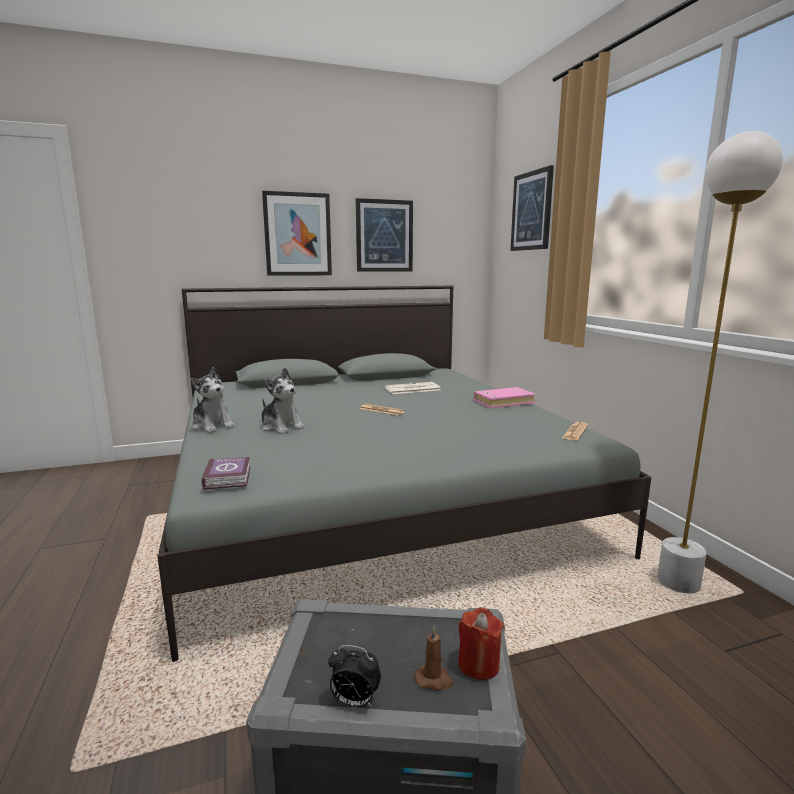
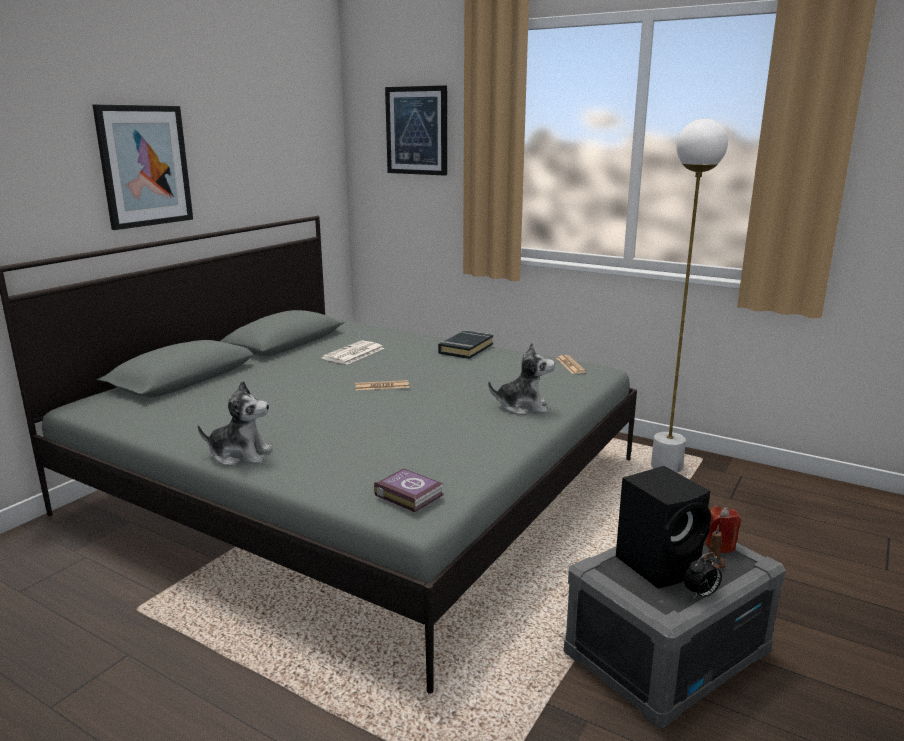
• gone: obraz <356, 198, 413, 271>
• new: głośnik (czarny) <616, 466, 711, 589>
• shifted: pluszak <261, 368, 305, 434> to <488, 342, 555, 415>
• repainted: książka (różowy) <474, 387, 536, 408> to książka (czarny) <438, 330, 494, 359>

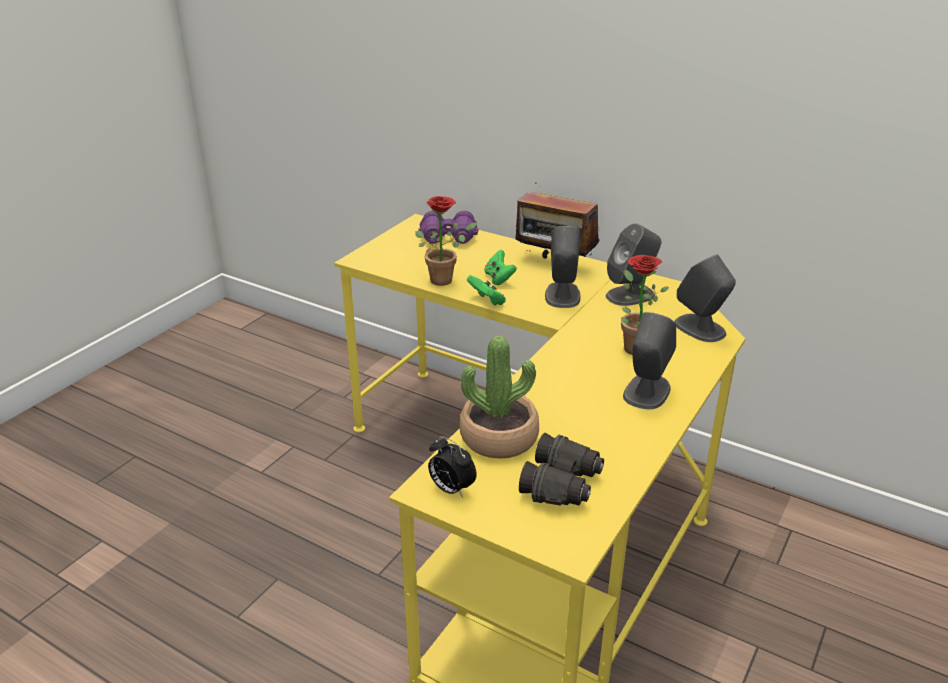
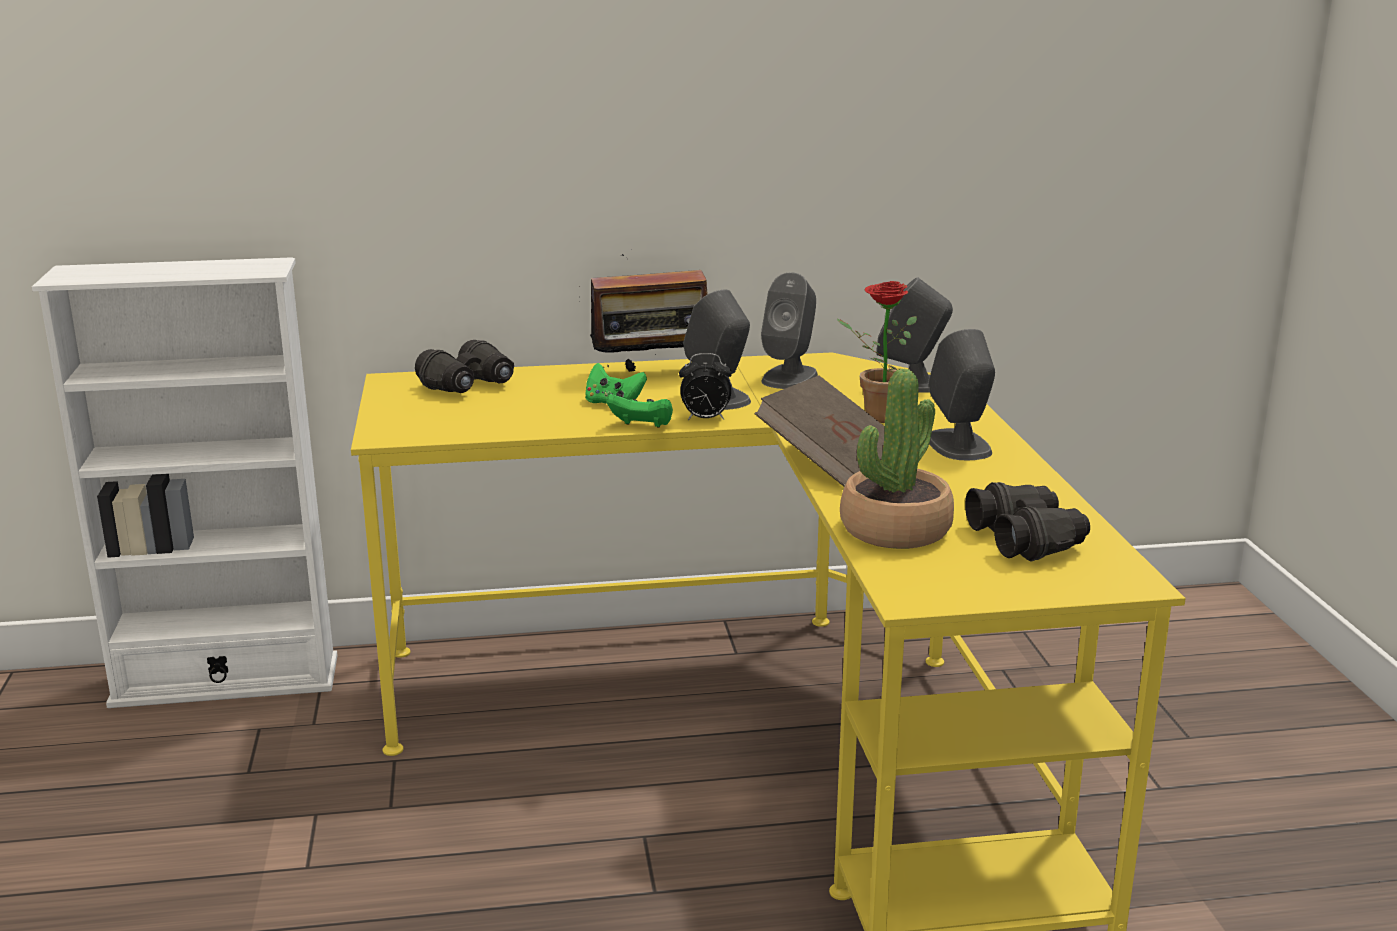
• gone: roślina doniczkowa <415, 196, 477, 286>
• new: regał (biały) <32, 257, 338, 708>
• new: książka (brązowy) <754, 376, 885, 487>
• shifted: budzik <428, 436, 476, 498> to <679, 353, 732, 420>
• repainted: lornetka (fioletowy) <418, 211, 478, 244> to lornetka (czarny) <415, 340, 514, 393>

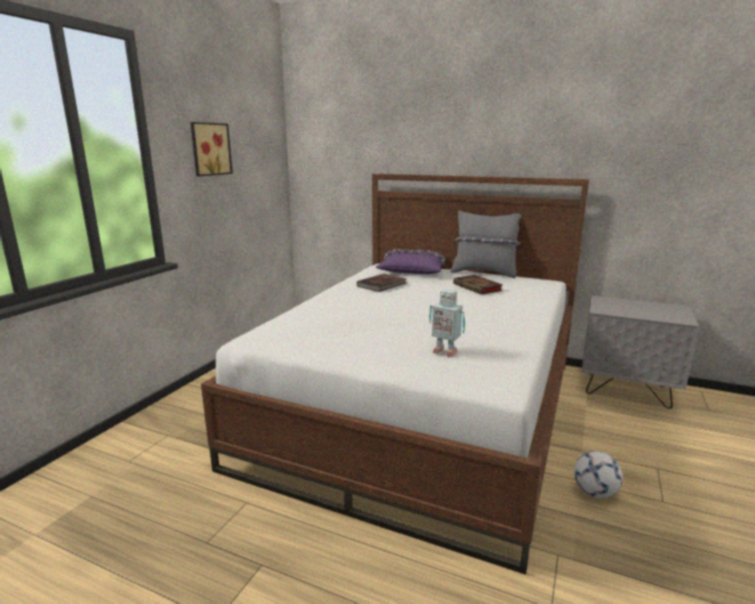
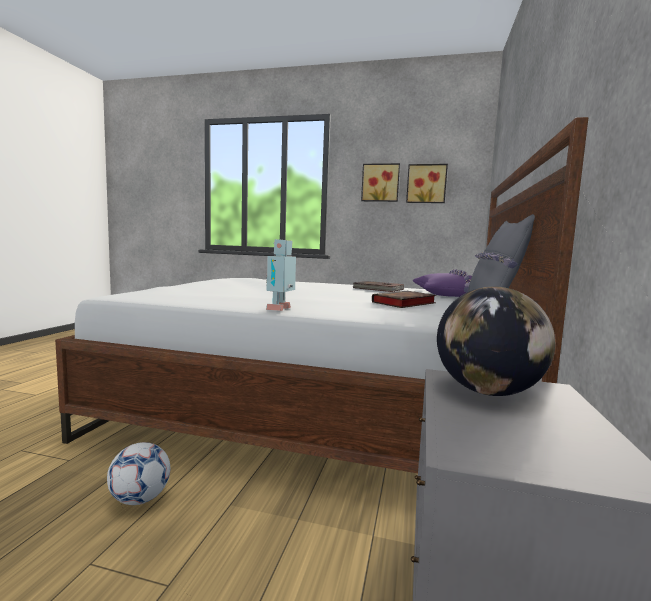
• new: obraz <406, 164, 448, 203>
• new: globus <437, 287, 555, 396>
• shifted: robot zabawkowy <429, 289, 465, 357> to <266, 239, 296, 311>

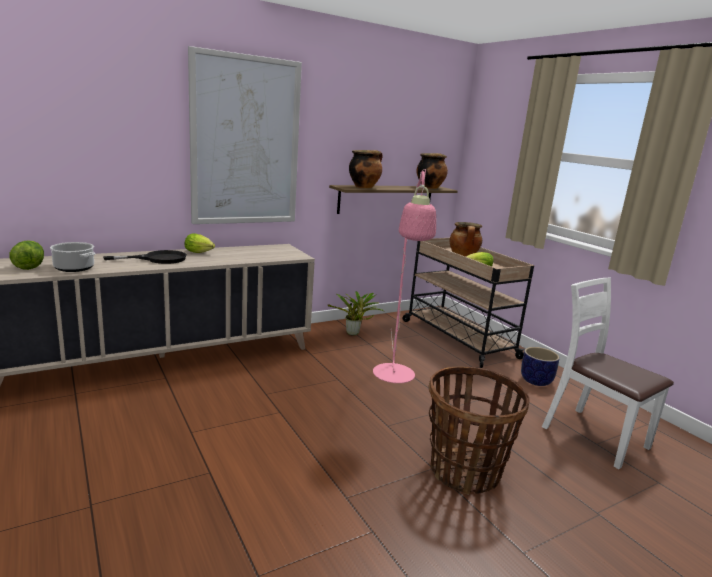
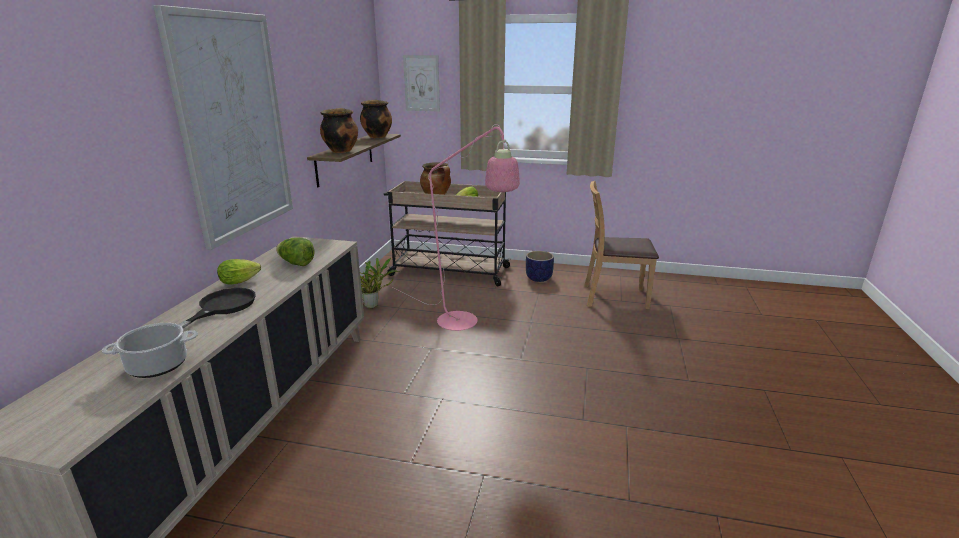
• gone: koszyk <428, 367, 530, 495>
• new: obraz <403, 55, 440, 112>
• shifted: sałata <10, 241, 44, 270> to <276, 238, 314, 266>
• repainted: krzesło (biały) <542, 278, 674, 469> to krzesło (brązowy) <584, 181, 659, 309>

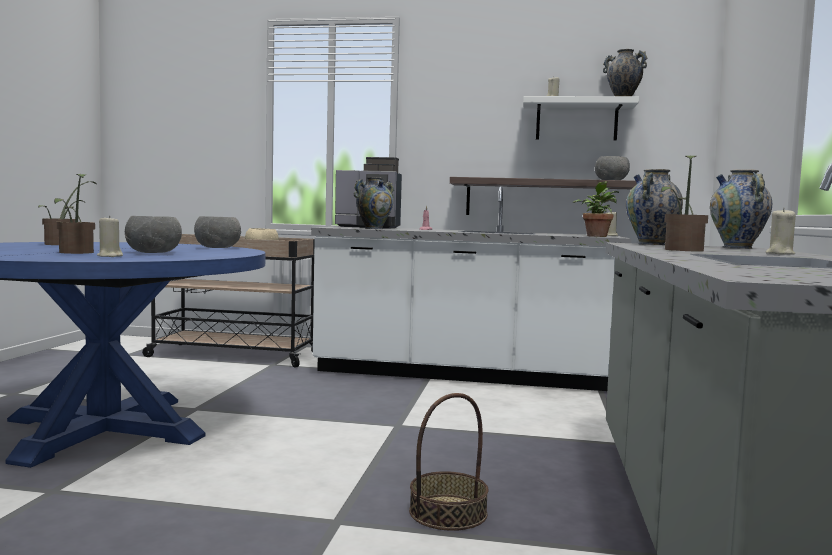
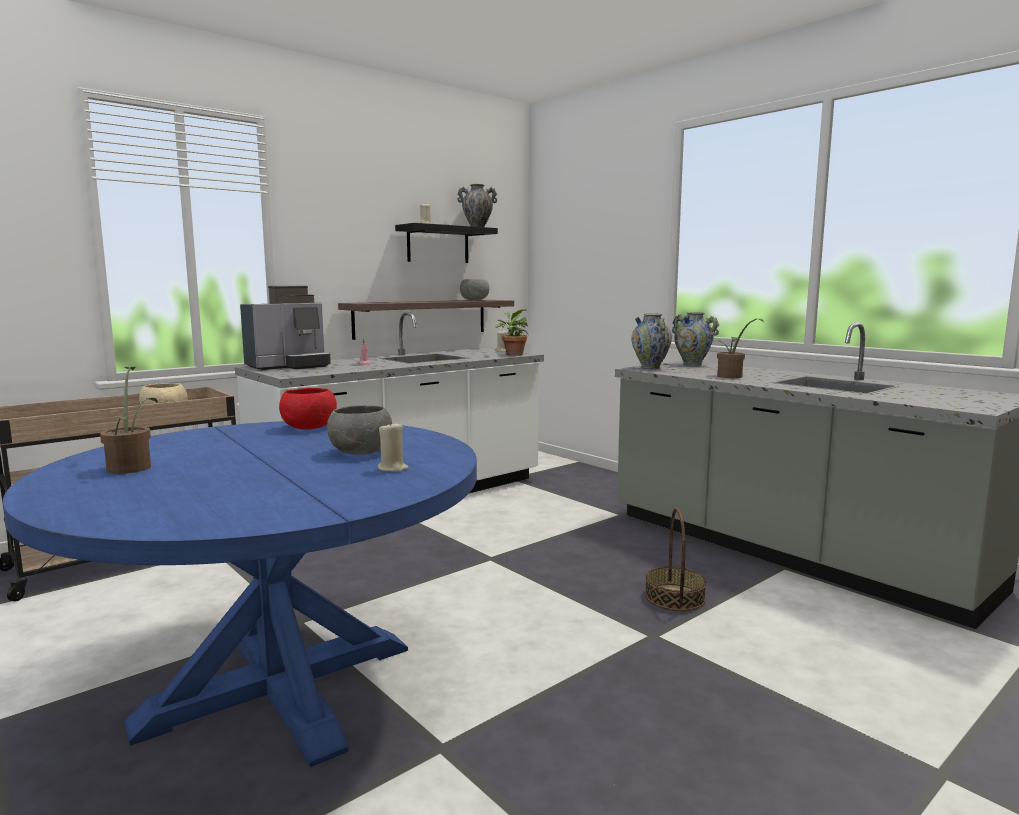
• gone: roślina doniczkowa <54, 174, 95, 254>
• gone: wazon <354, 177, 394, 229>
• gone: świeca (beżowy) <765, 208, 796, 255>
• repainted: miska (szary) <194, 216, 241, 248> to miska (czerwony) <279, 388, 337, 429>
• repainted: półka (biały) <523, 96, 639, 140> to półka (czarny) <395, 223, 498, 263>

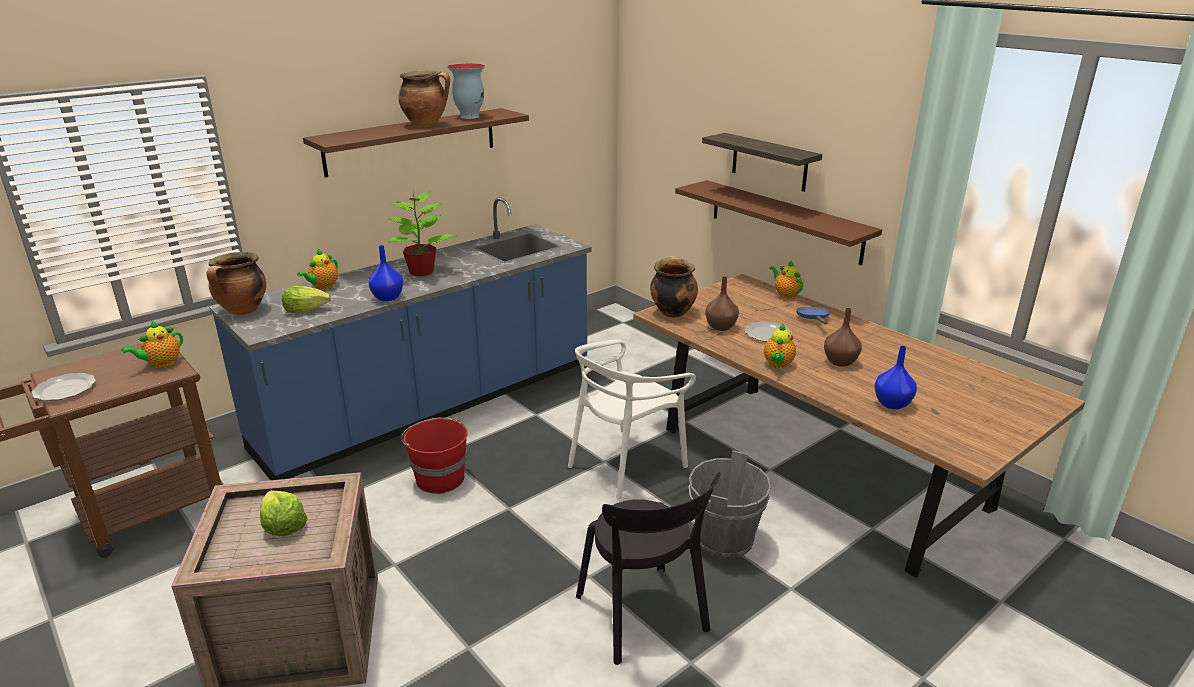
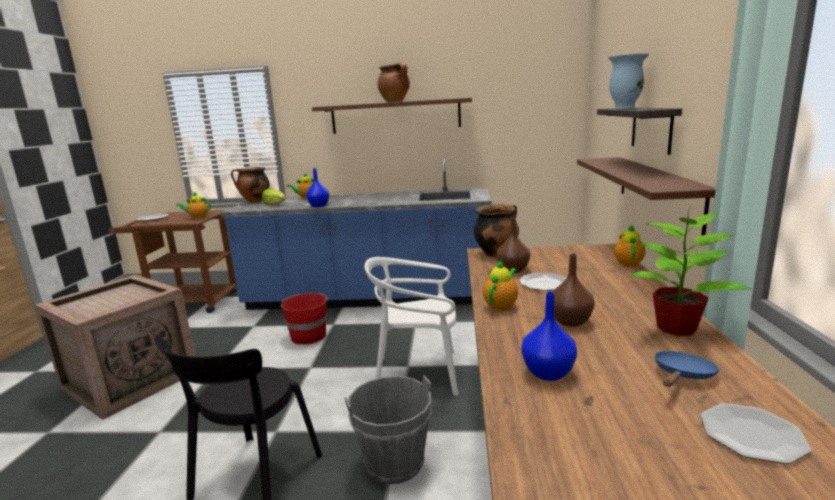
• gone: sałata <260, 491, 308, 536>
• new: talerz <700, 403, 812, 464>
• shifted: roślina doniczkowa <388, 189, 457, 276> to <631, 205, 752, 336>
• shifted: wazon <447, 63, 485, 119> to <608, 54, 649, 109>
• shifted: patelnia (niebieski) <796, 306, 830, 324> to <655, 351, 719, 387>
• rotated: imbryk <764, 324, 796, 369> = <483, 260, 518, 311> 150 degrees clockwise

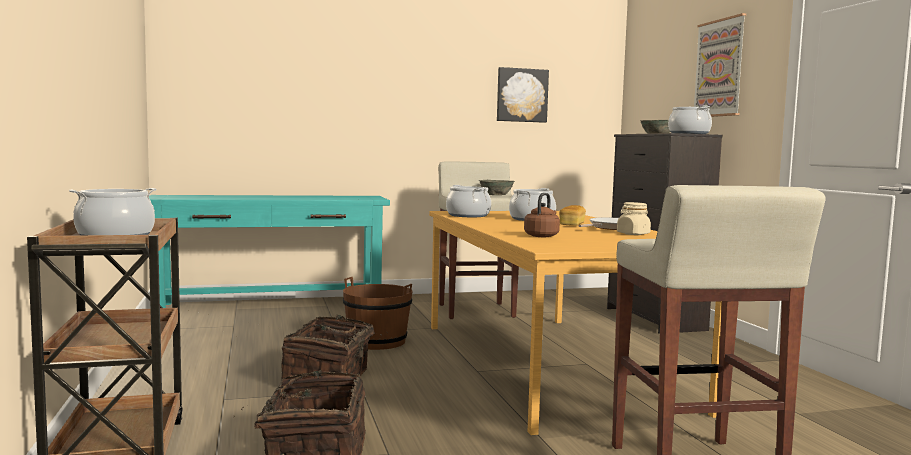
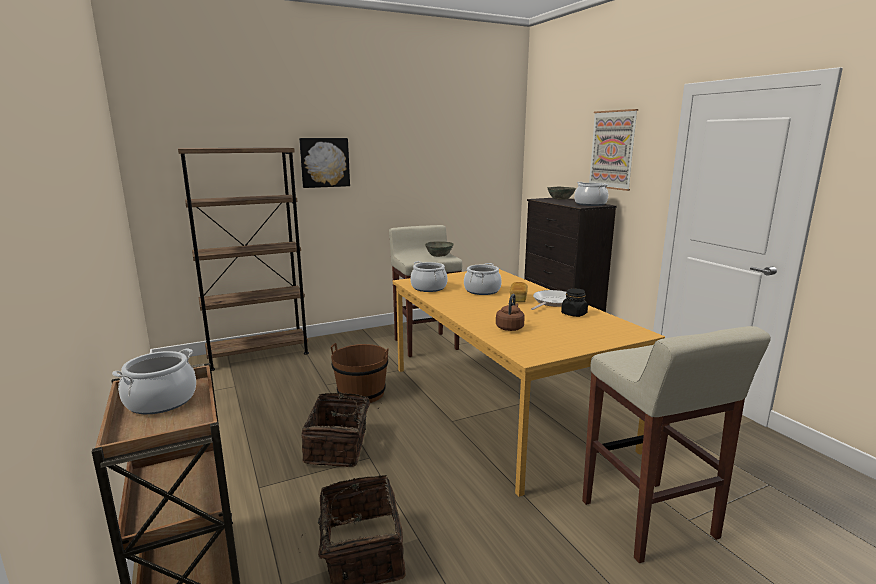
• shifted: obraz <497, 67, 549, 123> to <299, 138, 350, 188>
• swapped: stolik konsolowy (turkusowy) <149, 195, 390, 308> to regał (brązowy) <178, 147, 309, 371>
• repainted: słoik (beżowy) <617, 202, 651, 235> to słoik (czarny) <561, 288, 588, 317>

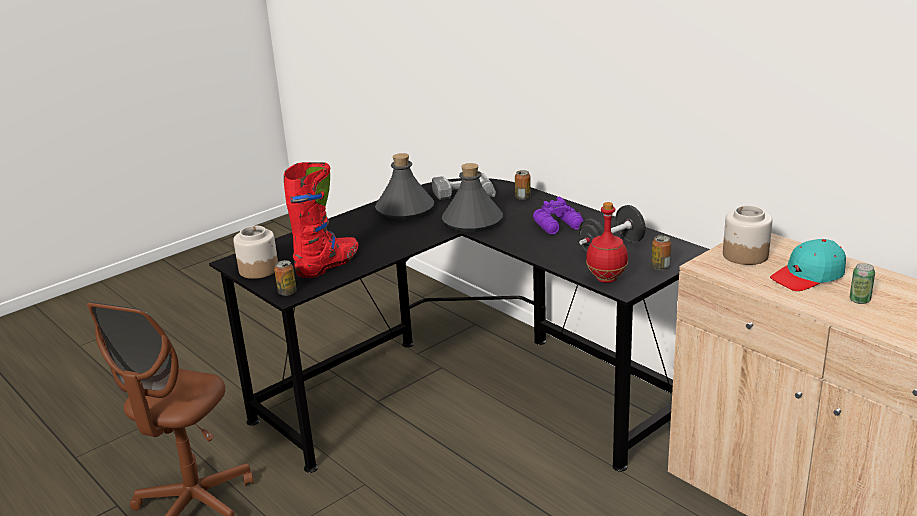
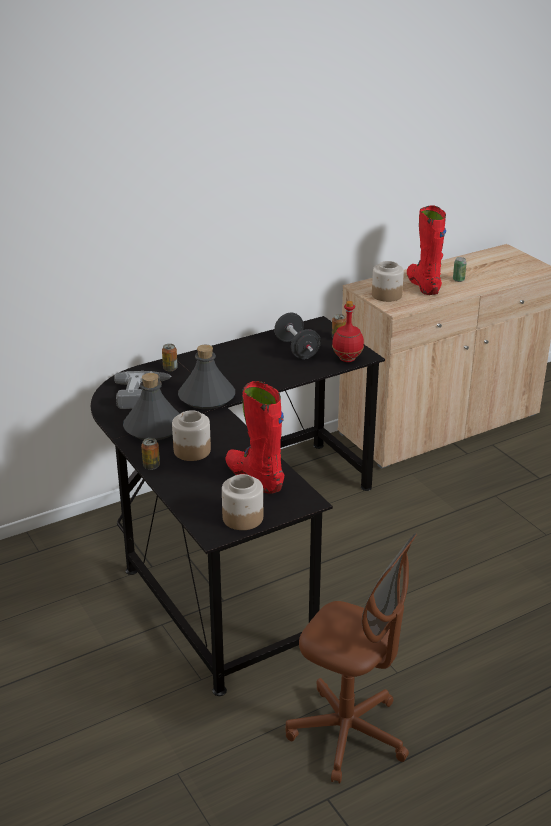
• gone: lornetka (fioletowy) <533, 197, 584, 234>
• new: słoik <172, 410, 211, 461>
• shifted: puszka <274, 260, 297, 296> to <141, 438, 160, 470>
• swapped: czapka z daszkiem (turkusowy) <770, 239, 846, 291> to but z cholewką (czerwony) <407, 205, 446, 295>

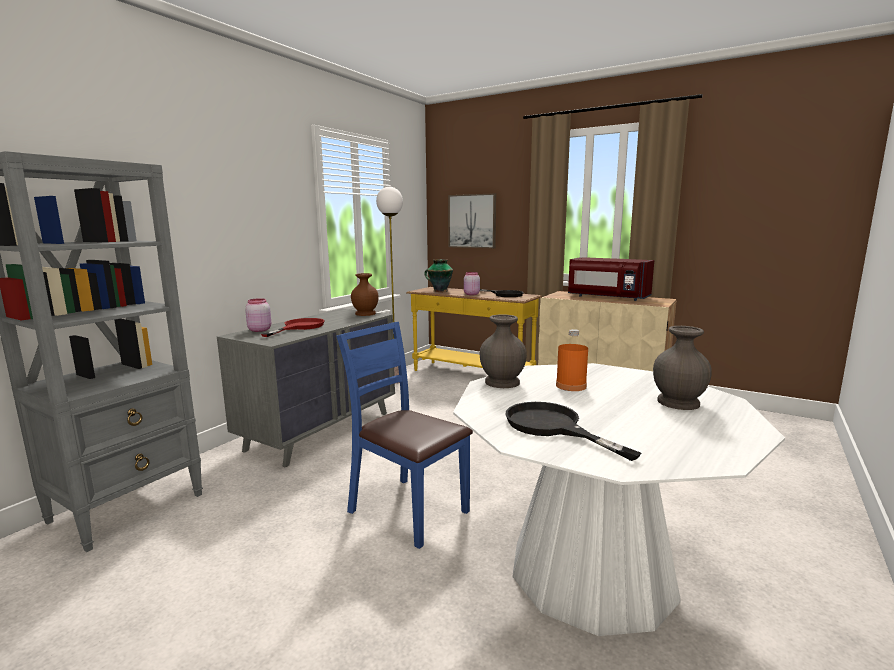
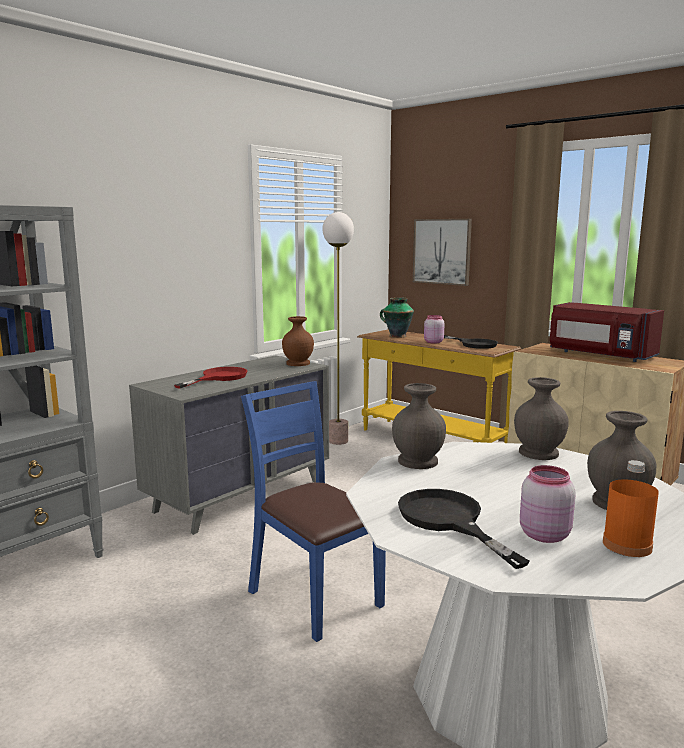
• new: wazon (szary) <514, 377, 568, 460>
• shifted: słoik (różowy) <245, 298, 271, 332> to <520, 465, 576, 543>
• shifted: butelka (pomarańczowy) <556, 329, 588, 391> to <603, 460, 659, 557>

